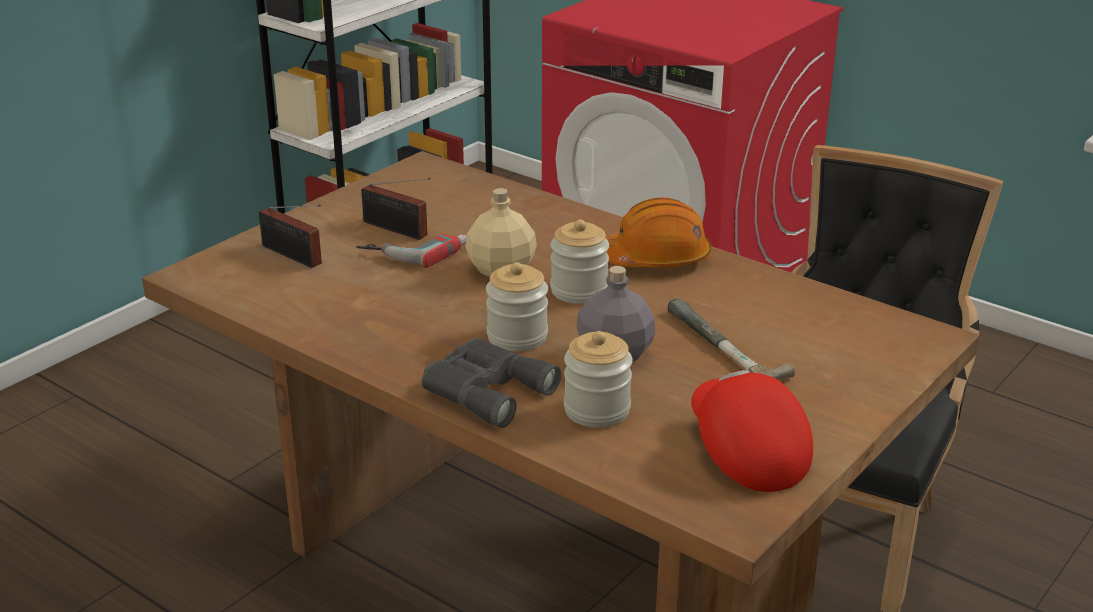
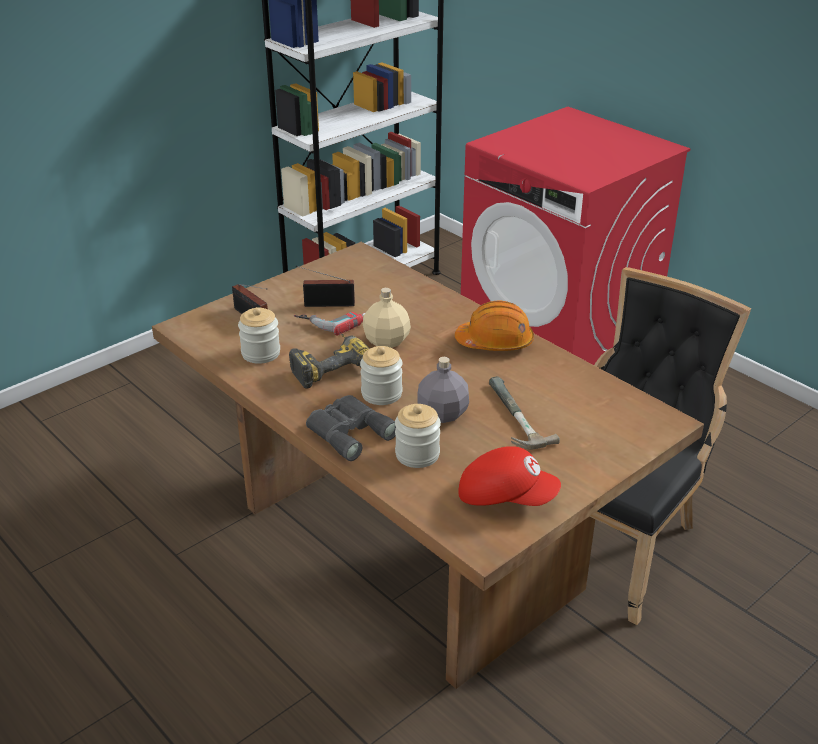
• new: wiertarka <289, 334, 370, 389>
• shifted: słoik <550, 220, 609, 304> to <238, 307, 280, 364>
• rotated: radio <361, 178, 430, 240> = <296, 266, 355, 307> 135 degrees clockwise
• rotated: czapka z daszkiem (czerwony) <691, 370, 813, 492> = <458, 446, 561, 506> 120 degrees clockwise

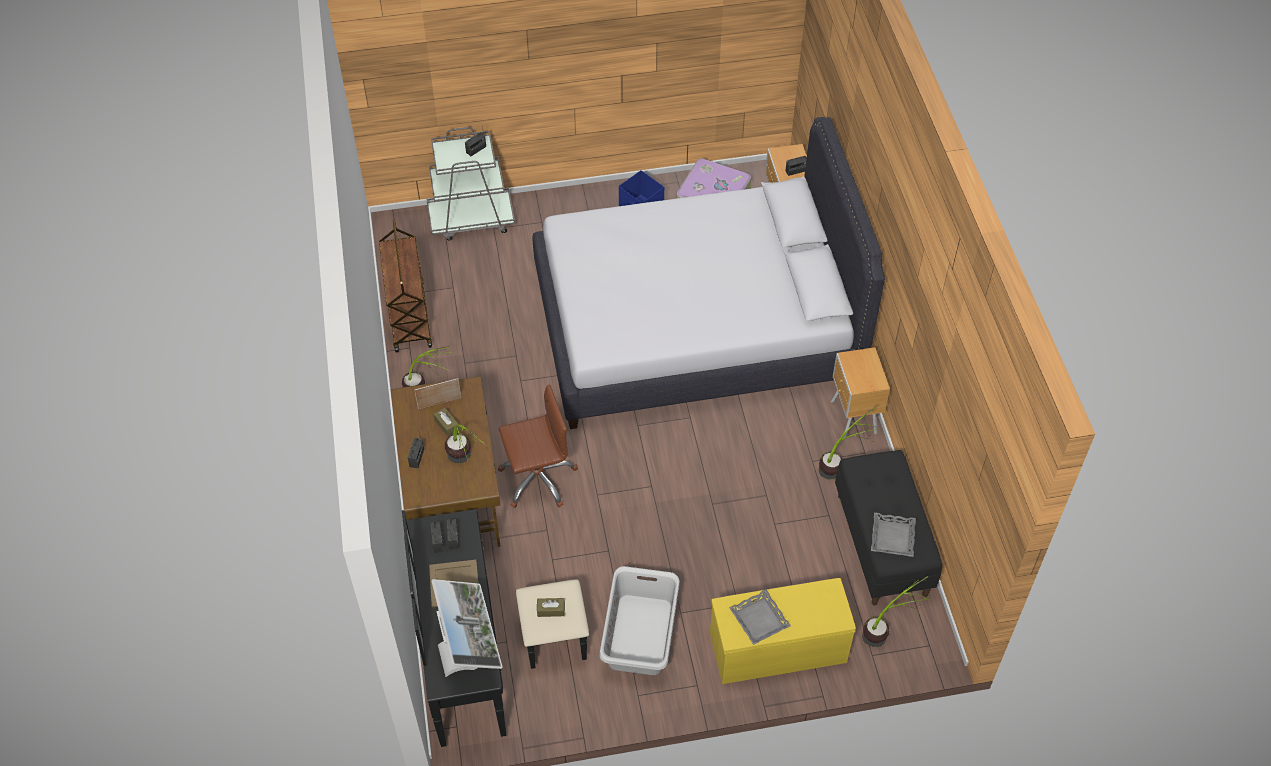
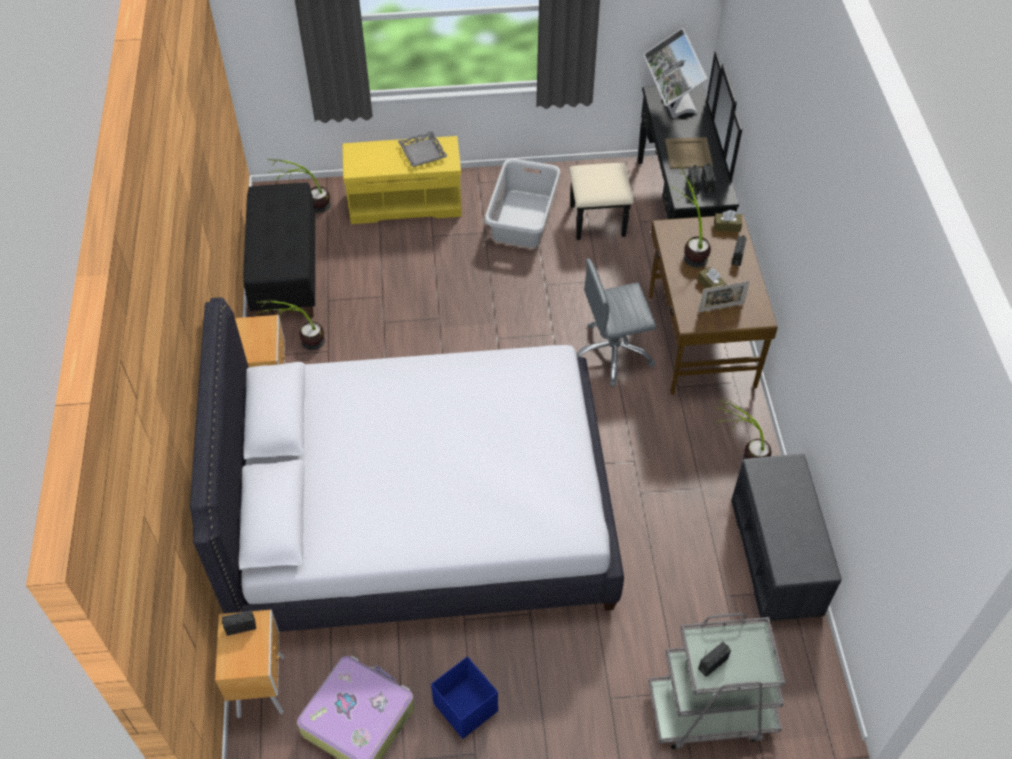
• gone: taca (szary) <871, 512, 916, 557>
• shifted: pudełko chusteczek (brązowy) <537, 598, 565, 617> to <714, 210, 742, 232>
• swapped: wózek (brązowy) <379, 219, 432, 352> to ławka (szary) <731, 454, 842, 621>
• repainted: krzesło biurowe (brązowy) <498, 384, 578, 508> to krzesło biurowe (szary) <576, 258, 657, 386>

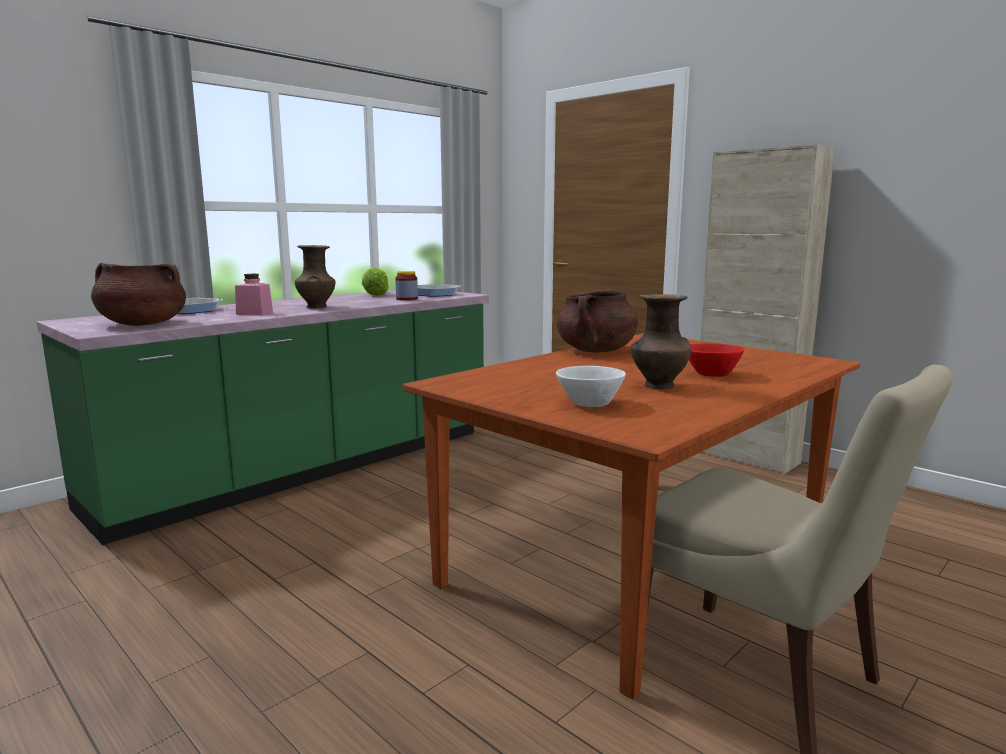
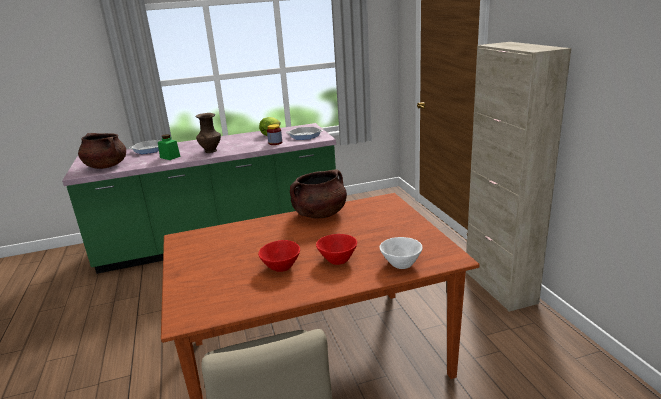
• shifted: miska (biały) <556, 366, 626, 407> to <379, 237, 423, 269>
• swapped: wazon (brązowy) <631, 294, 691, 389> to miska (czerwony) <258, 240, 300, 272>
• repainted: słoik (różowy) <235, 274, 273, 315> to słoik (zielony) <158, 134, 181, 160>

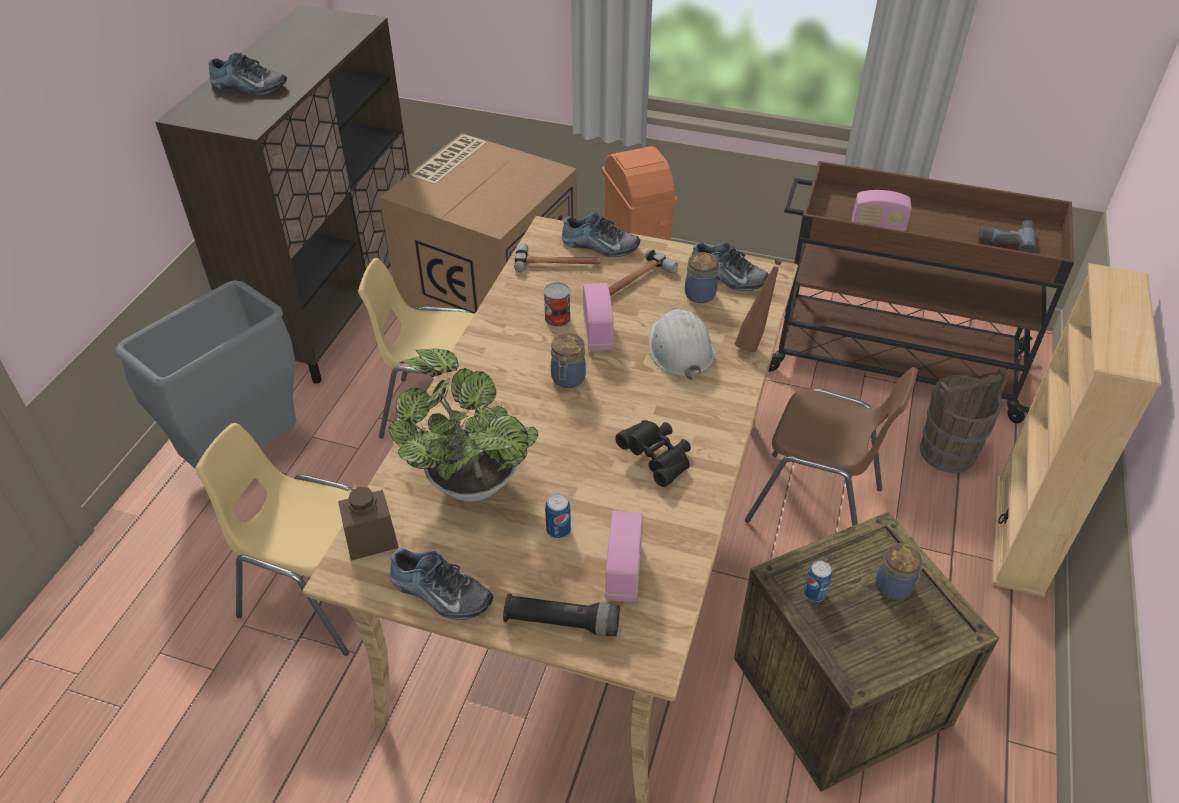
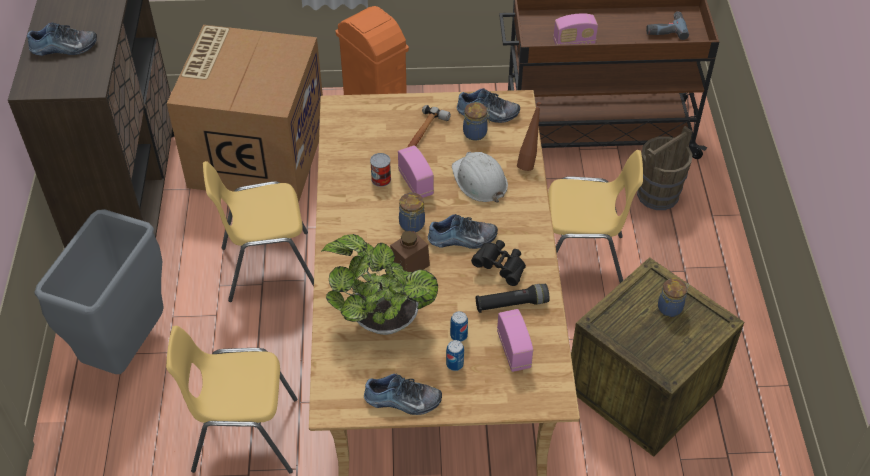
• gone: młotek <514, 243, 600, 272>
• gone: regał (beżowy) <992, 263, 1161, 597>
• shifted: słoik (brązowy) <338, 487, 399, 561> to <390, 231, 430, 272>
• shifted: latarka (czarny) <503, 593, 620, 636> to <476, 284, 550, 313>
• shifted: but <561, 213, 640, 257> to <428, 214, 498, 249>
• shifted: puszka <804, 561, 832, 602> to <446, 340, 464, 371>
• repainted: krzesło (brązowy) <745, 367, 918, 526> to krzesło (żółty) <548, 150, 643, 283>

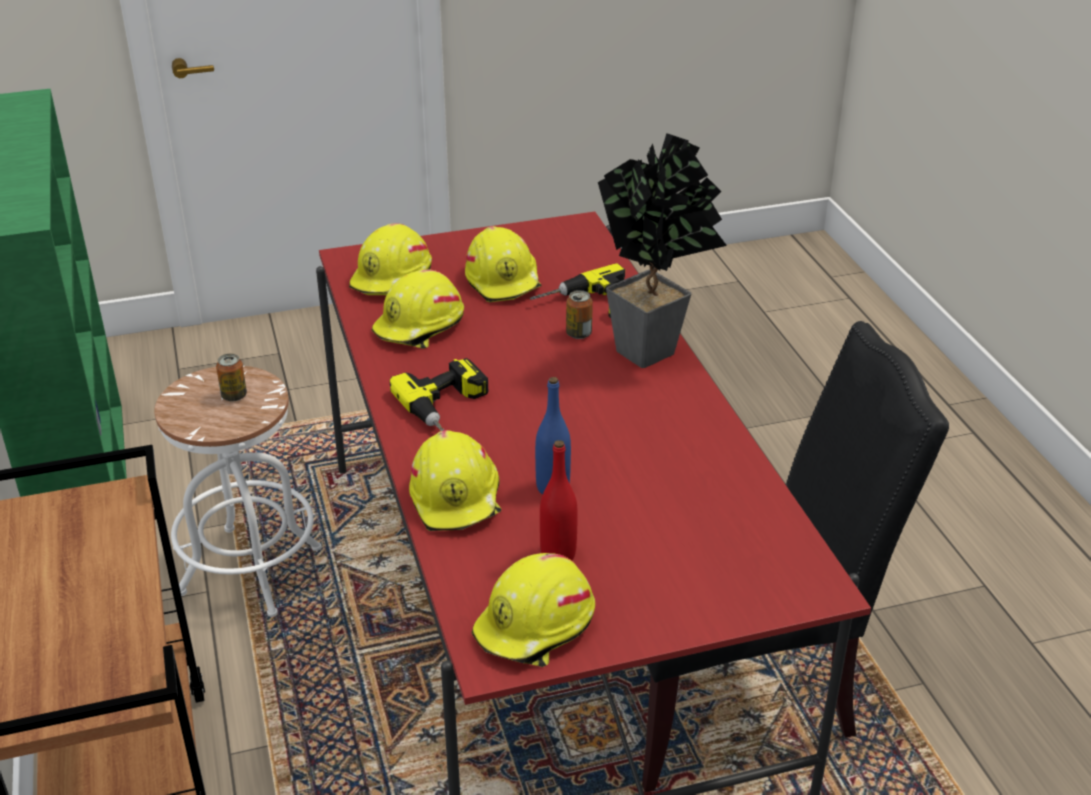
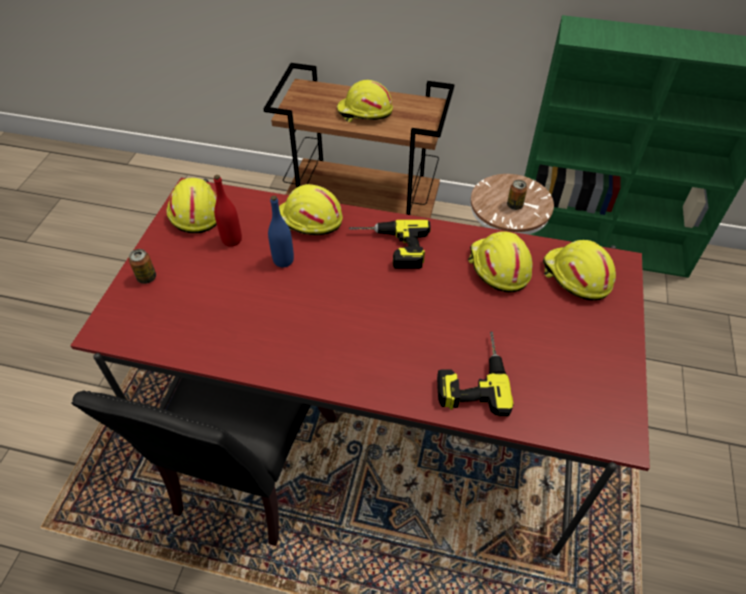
• gone: roślina doniczkowa <598, 133, 727, 368>
• shifted: kask (żółty) <465, 226, 542, 302> to <337, 80, 393, 122>
• shifted: puszka <566, 290, 593, 339> to <129, 249, 156, 284>

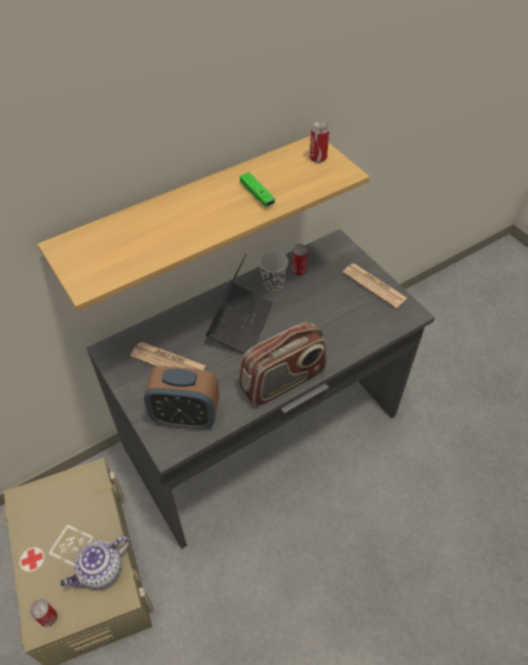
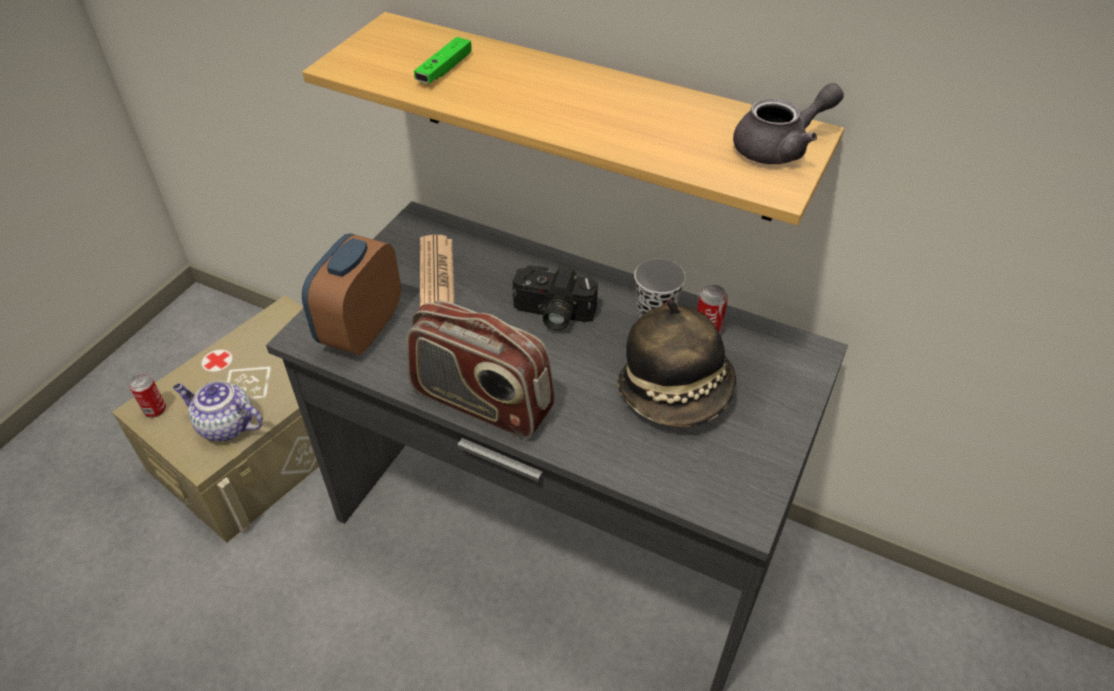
• gone: gazeta <342, 263, 407, 308>
• new: kapelusz <617, 300, 736, 427>
• shifted: pad do gier (zielony) <240, 172, 275, 207> to <414, 37, 472, 84>
• swapped: laptop <206, 254, 273, 354> to aparat fotograficzny <512, 266, 598, 331>
• swapped: puszka <309, 121, 330, 163> to imbryk (szary) <733, 83, 844, 164>
• rotated: budzik <144, 366, 219, 429> = <302, 233, 401, 355> 45 degrees clockwise

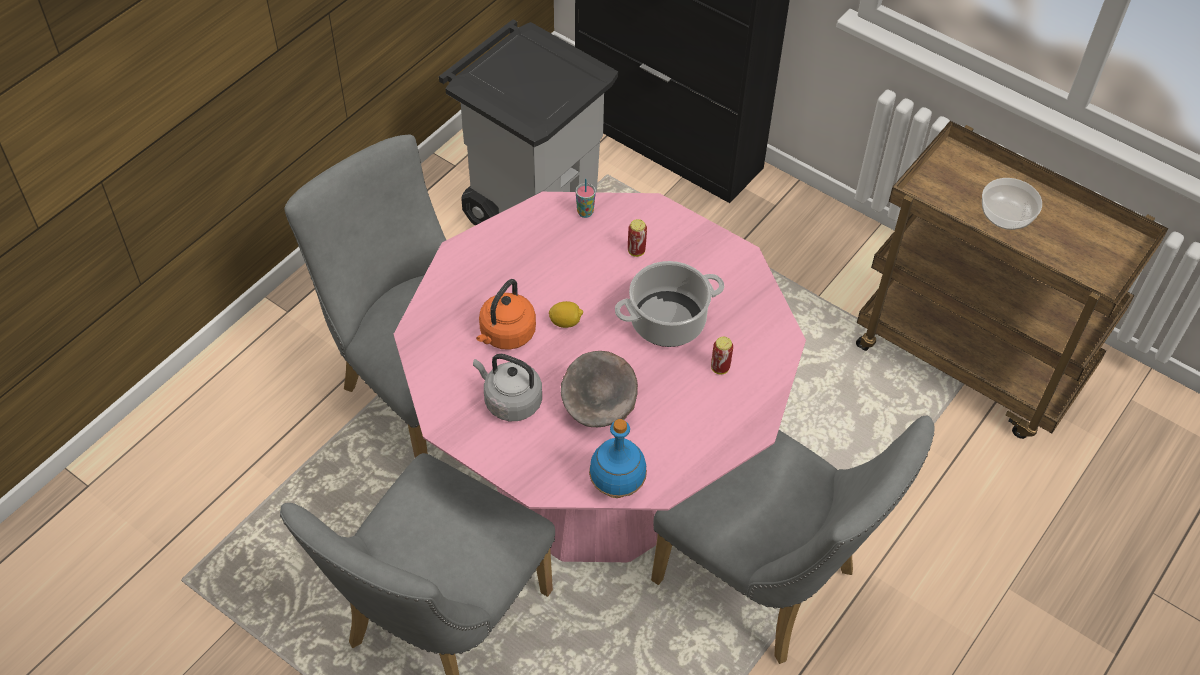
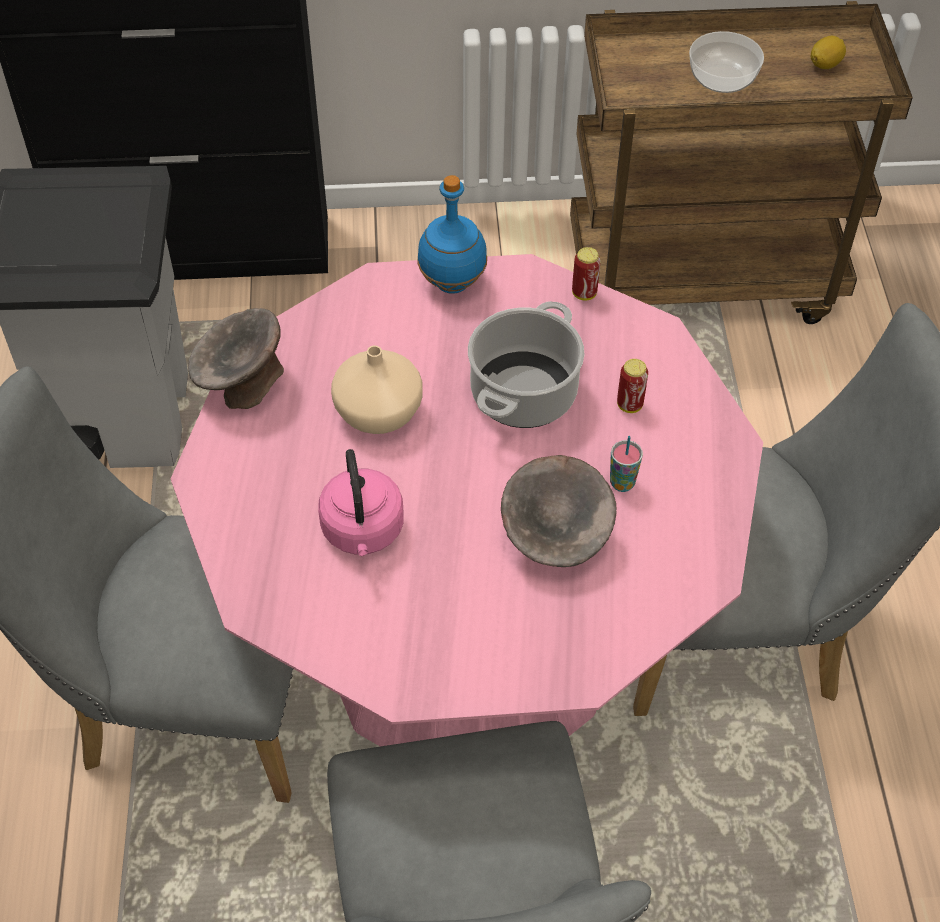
• gone: czajnik (szary) <473, 354, 542, 421>
• new: miska (szary) <188, 308, 284, 409>
• new: wazon (beżowy) <331, 346, 423, 434>
• shifted: cytryna <549, 301, 583, 328> to <811, 36, 846, 69>
• shifted: filiżanka <576, 179, 596, 218> to <610, 436, 643, 492>
• shifted: butelka (niebieski) <589, 419, 647, 498> to <417, 175, 487, 294>
• shifted: puszka <628, 219, 647, 257> to <572, 247, 601, 301>
• repainted: czajnik (pomarańczowy) <476, 279, 536, 350> to czajnik (różowy) <318, 449, 404, 556>

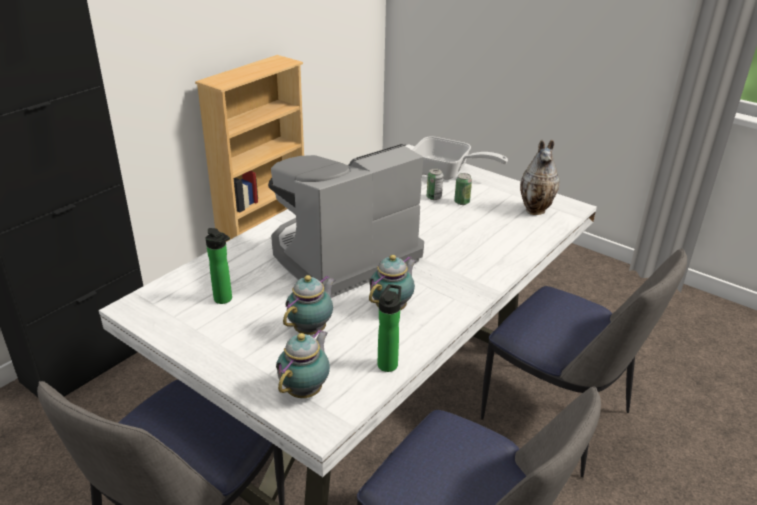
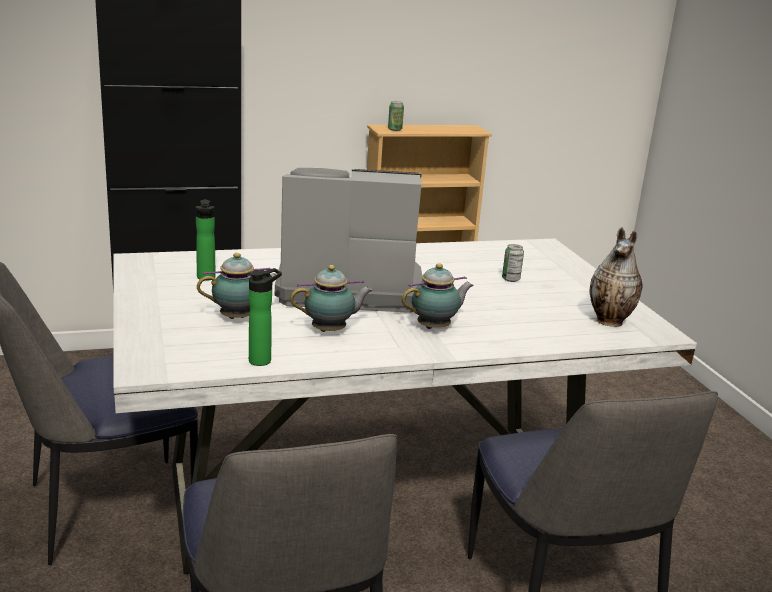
• gone: patelnia <412, 136, 508, 180>
• shifted: imbryk <276, 329, 330, 398> to <402, 263, 474, 329>
• shifted: puszka <454, 173, 472, 205> to <388, 101, 404, 131>

